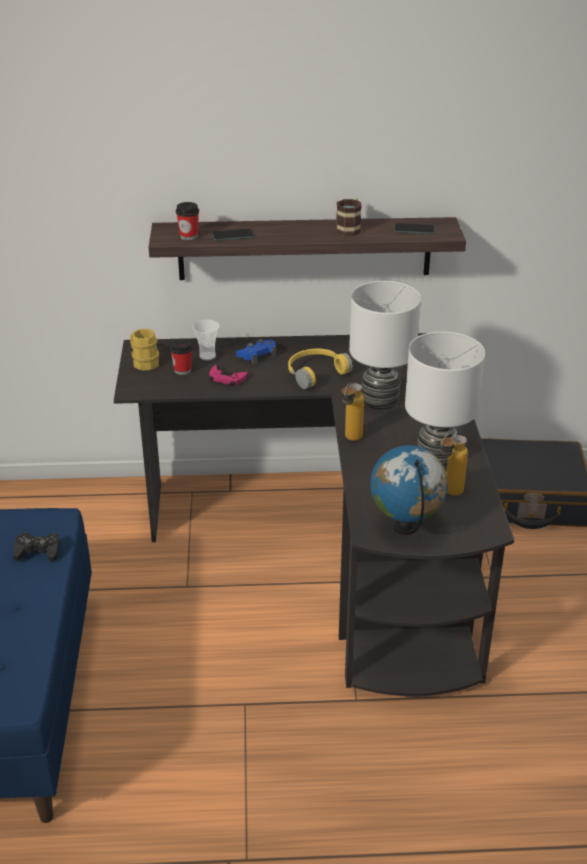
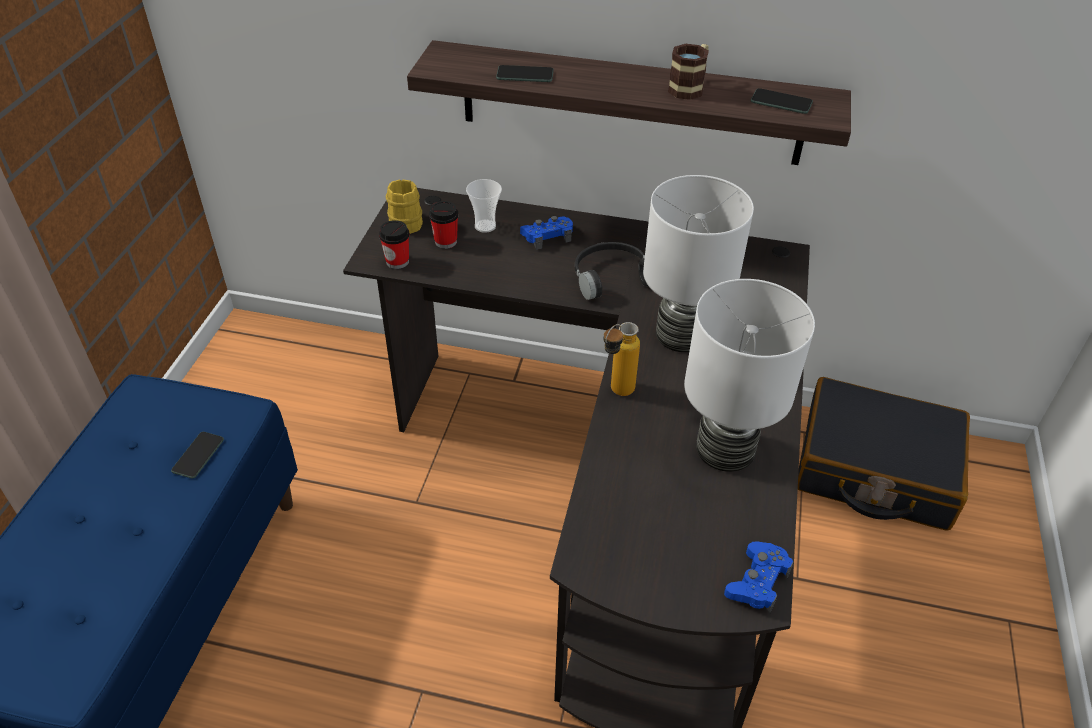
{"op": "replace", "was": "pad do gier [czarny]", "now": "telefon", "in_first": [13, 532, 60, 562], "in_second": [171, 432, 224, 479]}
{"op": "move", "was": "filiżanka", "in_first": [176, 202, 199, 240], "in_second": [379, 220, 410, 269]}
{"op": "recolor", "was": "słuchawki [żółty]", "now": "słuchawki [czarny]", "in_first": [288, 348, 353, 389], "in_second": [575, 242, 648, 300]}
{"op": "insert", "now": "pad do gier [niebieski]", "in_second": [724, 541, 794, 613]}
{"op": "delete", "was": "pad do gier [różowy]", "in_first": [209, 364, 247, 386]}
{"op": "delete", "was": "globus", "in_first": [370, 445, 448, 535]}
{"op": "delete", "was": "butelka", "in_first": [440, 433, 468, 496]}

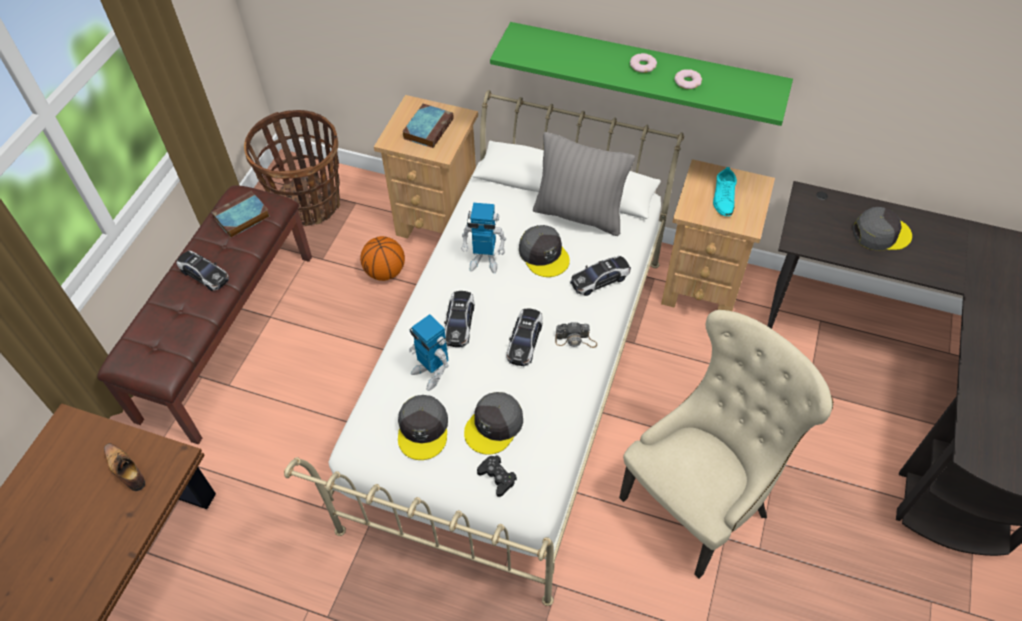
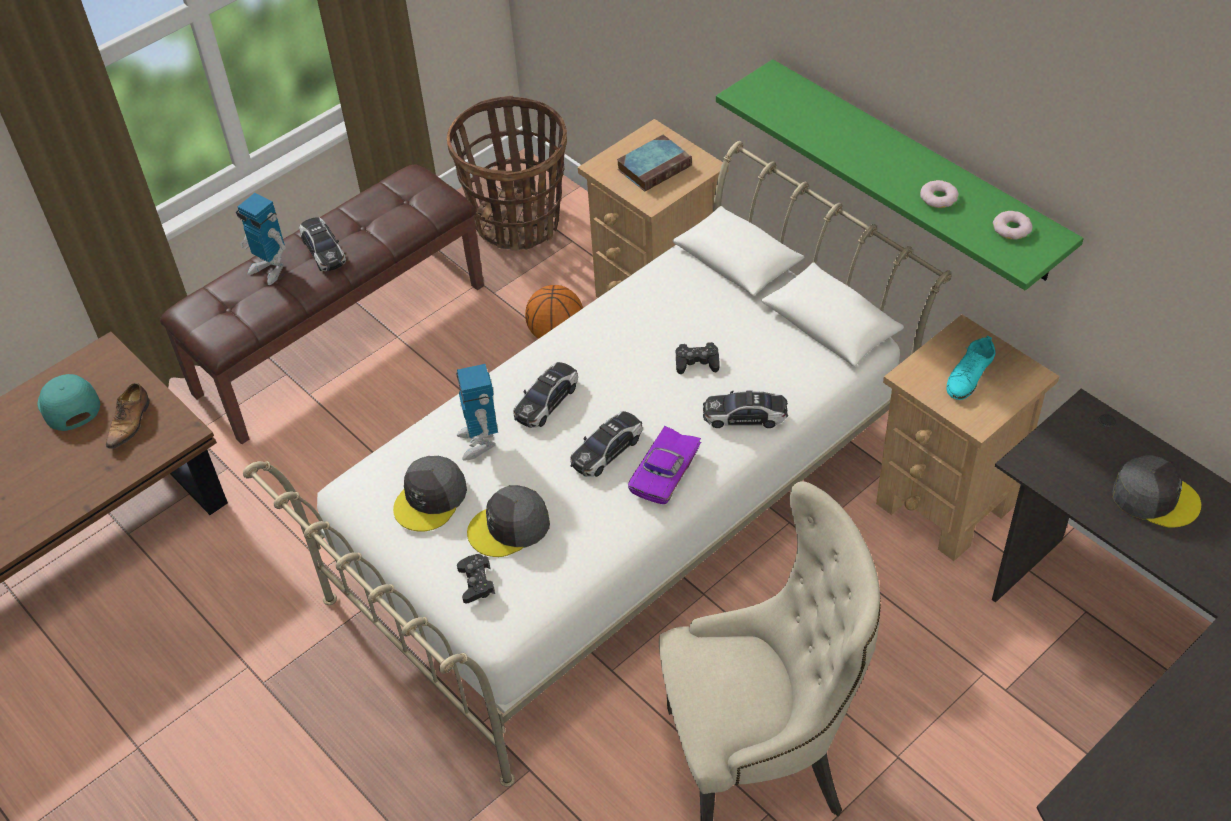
{"op": "insert", "now": "czapka z daszkiem [turkusowy]", "in_second": [38, 374, 100, 431]}
{"op": "rotate", "was": "but", "in_first": [104, 443, 145, 491], "in_second": [106, 383, 150, 449], "clockwise": -150}
{"op": "move", "was": "robot zabawkowy", "in_first": [461, 203, 506, 273], "in_second": [236, 193, 286, 285]}
{"op": "replace", "was": "aparat fotograficzny", "now": "samochodzik [fioletowy]", "in_first": [555, 322, 597, 348], "in_second": [628, 426, 701, 504]}
{"op": "replace", "was": "czapka z daszkiem [szary]", "now": "pad do gier [czarny]", "in_first": [519, 225, 570, 277], "in_second": [676, 342, 720, 374]}
{"op": "move", "was": "donut", "in_first": [630, 53, 657, 73], "in_second": [993, 211, 1032, 240]}
{"op": "delete", "was": "książka", "in_first": [211, 191, 270, 238]}
{"op": "delete", "was": "poduszka [szary]", "in_first": [533, 132, 635, 236]}

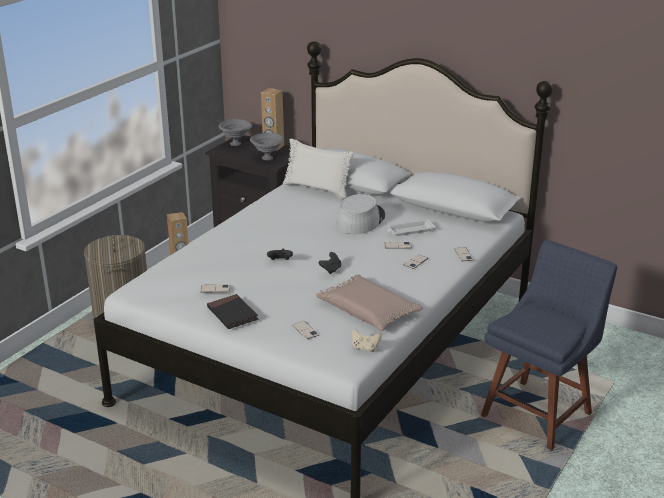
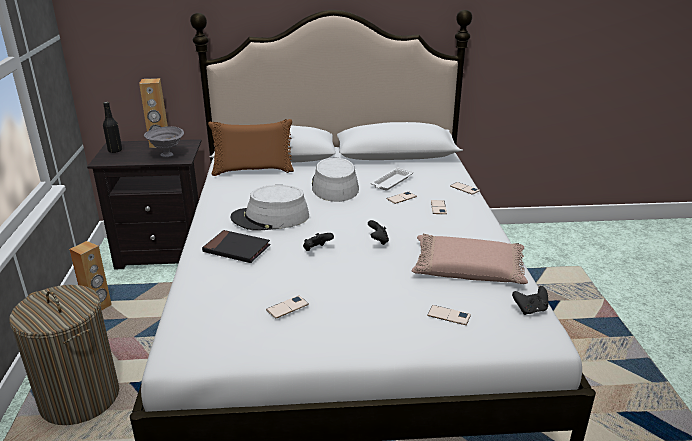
{"op": "replace", "was": "miska [szary]", "now": "butelka [czarny]", "in_first": [219, 119, 252, 146], "in_second": [103, 102, 122, 153]}
{"op": "move", "was": "książka [czarny]", "in_first": [207, 294, 258, 329], "in_second": [202, 230, 271, 263]}
{"op": "recolor", "was": "poduszka [biały]", "now": "poduszka [brązowy]", "in_first": [283, 138, 354, 199], "in_second": [208, 119, 294, 176]}
{"op": "insert", "now": "kapelusz [szary]", "in_second": [230, 185, 309, 231]}
{"op": "recolor", "was": "pad do gier [beżowy]", "now": "pad do gier [czarny]", "in_first": [352, 329, 381, 352], "in_second": [512, 286, 548, 315]}
{"op": "delete", "was": "krzesło [niebieski]", "in_first": [481, 240, 617, 451]}

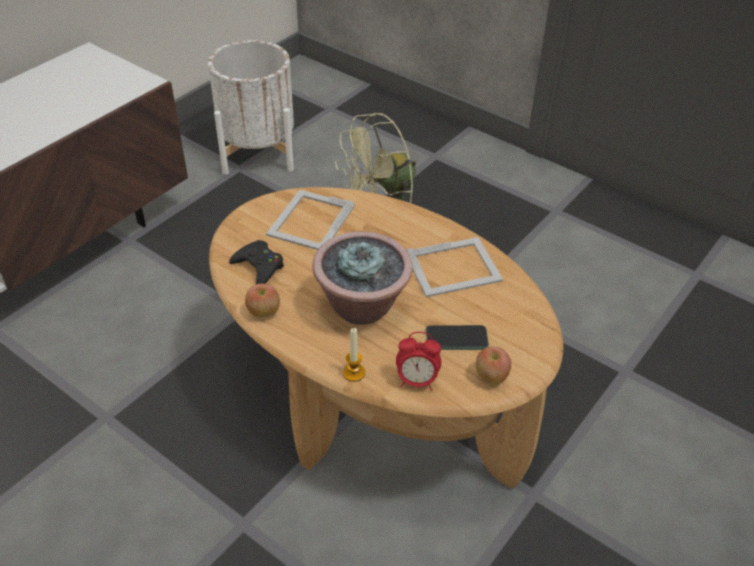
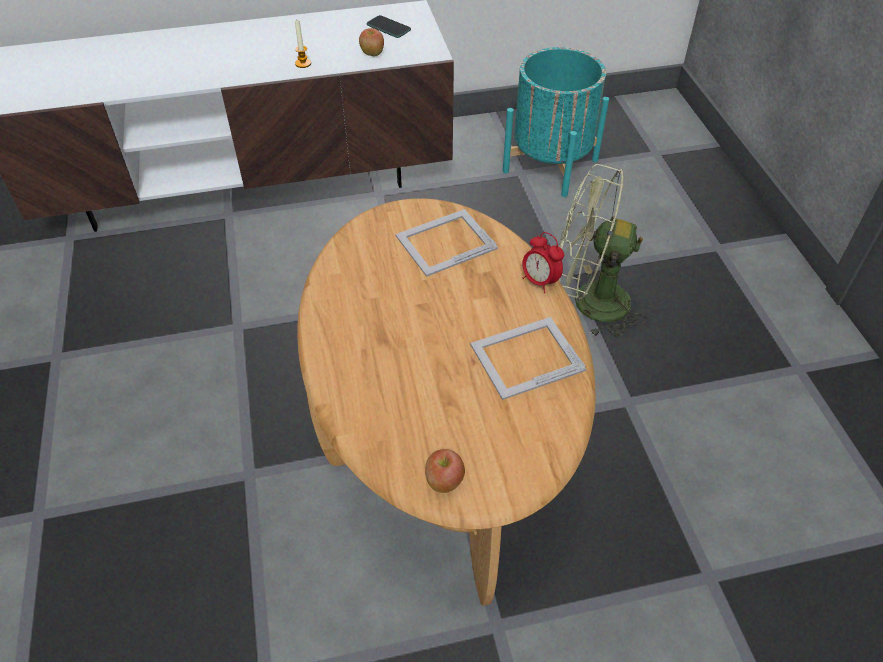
{"op": "move", "was": "świeca", "in_first": [343, 328, 365, 382], "in_second": [295, 20, 311, 68]}
{"op": "move", "was": "jabłko", "in_first": [245, 284, 280, 318], "in_second": [359, 28, 384, 56]}
{"op": "move", "was": "telefon", "in_first": [426, 325, 489, 350], "in_second": [367, 15, 411, 38]}
{"op": "rotate", "was": "ramka na zdjęcie", "in_first": [406, 237, 503, 297], "in_second": [470, 317, 586, 400], "clockwise": 135}
{"op": "recolor", "was": "donica [biały]", "now": "donica [turkusowy]", "in_first": [208, 40, 294, 175], "in_second": [503, 47, 609, 197]}
{"op": "move", "was": "budzik", "in_first": [396, 332, 441, 391], "in_second": [522, 232, 564, 293]}
{"op": "delete", "was": "pad do gier [czarny]", "in_first": [229, 240, 284, 284]}
{"op": "delete", "was": "roślina doniczkowa", "in_first": [312, 231, 413, 325]}

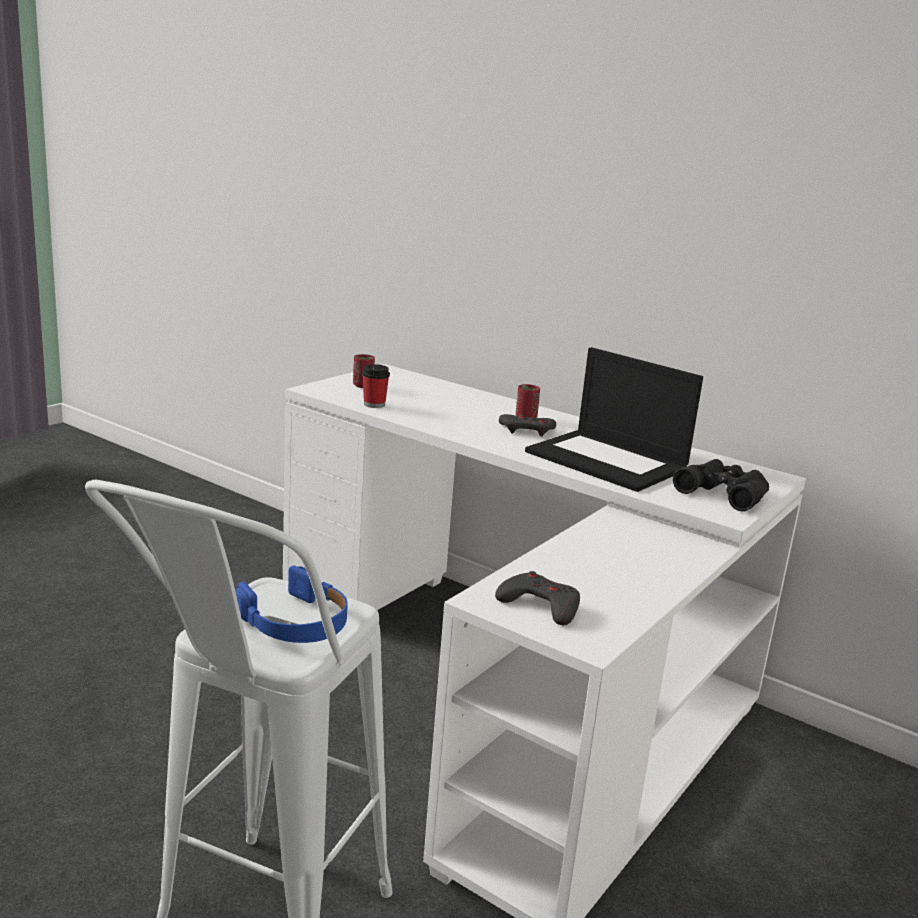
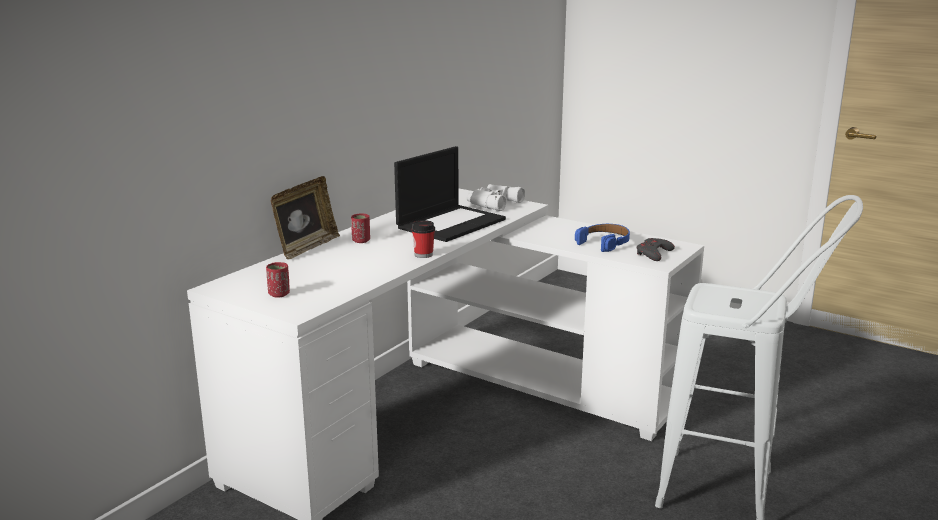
{"op": "insert", "now": "ramka na zdjęcie", "in_second": [271, 176, 340, 259]}
{"op": "move", "was": "filiżanka", "in_first": [362, 364, 390, 408], "in_second": [412, 220, 435, 258]}
{"op": "recolor", "was": "lornetka [czarny]", "now": "lornetka [biały]", "in_first": [673, 459, 769, 512], "in_second": [466, 184, 525, 211]}
{"op": "move", "was": "słuchawki [niebieski]", "in_first": [235, 565, 348, 643], "in_second": [575, 224, 630, 252]}
{"op": "delete", "was": "pad do gier [szary]", "in_first": [499, 414, 556, 437]}

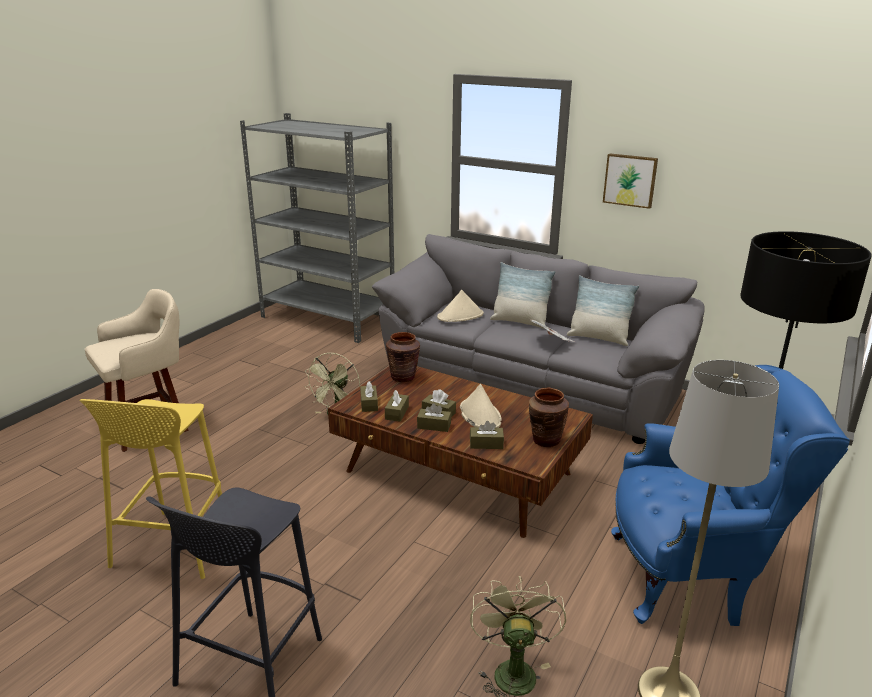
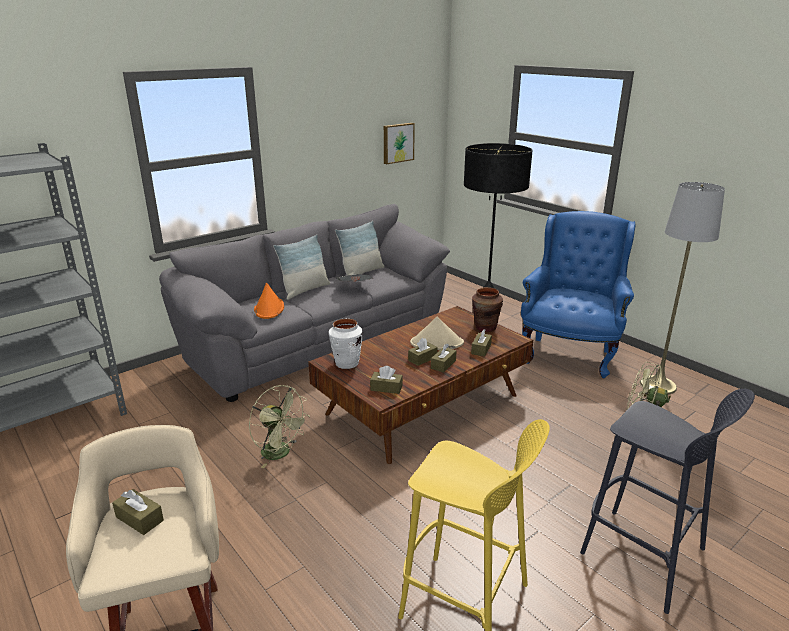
{"op": "move", "was": "pudełko chusteczek [brązowy]", "in_first": [385, 390, 409, 422], "in_second": [112, 489, 164, 535]}
{"op": "recolor", "was": "kapelusz [beżowy]", "now": "kapelusz [pomarańczowy]", "in_first": [437, 290, 484, 322], "in_second": [254, 283, 284, 319]}
{"op": "recolor", "was": "wazon [brązowy]", "now": "wazon [biały]", "in_first": [386, 332, 420, 382], "in_second": [329, 318, 363, 369]}
{"op": "move", "was": "obraz", "in_first": [603, 153, 658, 209], "in_second": [384, 123, 415, 164]}

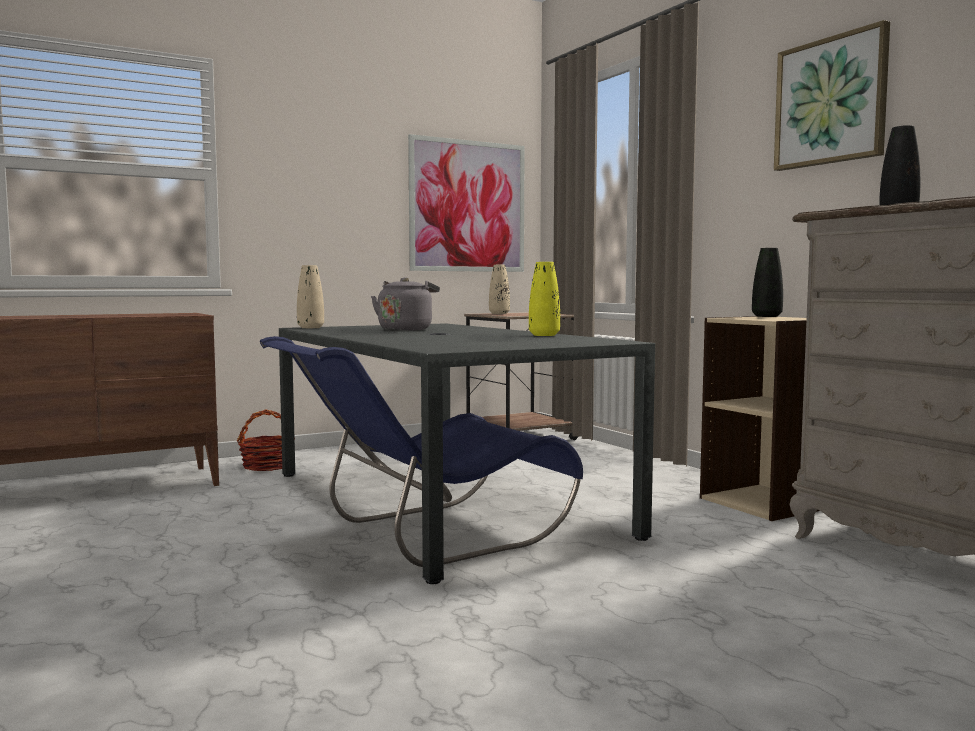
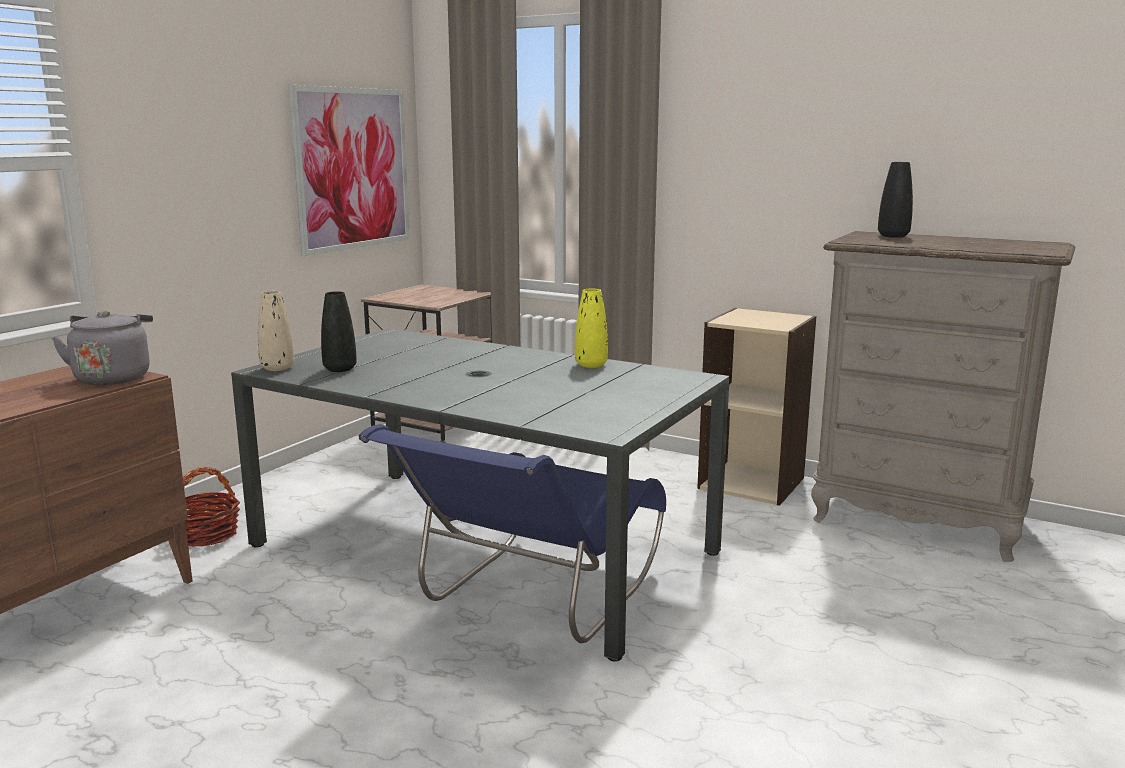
{"op": "move", "was": "czajnik [szary]", "in_first": [371, 277, 440, 331], "in_second": [51, 311, 153, 385]}
{"op": "move", "was": "wazon [czarny]", "in_first": [752, 248, 783, 317], "in_second": [321, 291, 357, 372]}
{"op": "delete", "was": "wazon [beżowy]", "in_first": [489, 265, 510, 314]}
{"op": "delete", "was": "obraz", "in_first": [774, 20, 890, 171]}

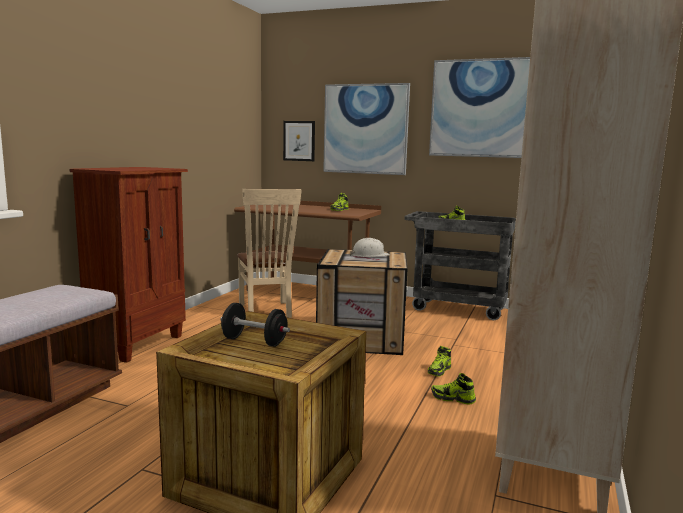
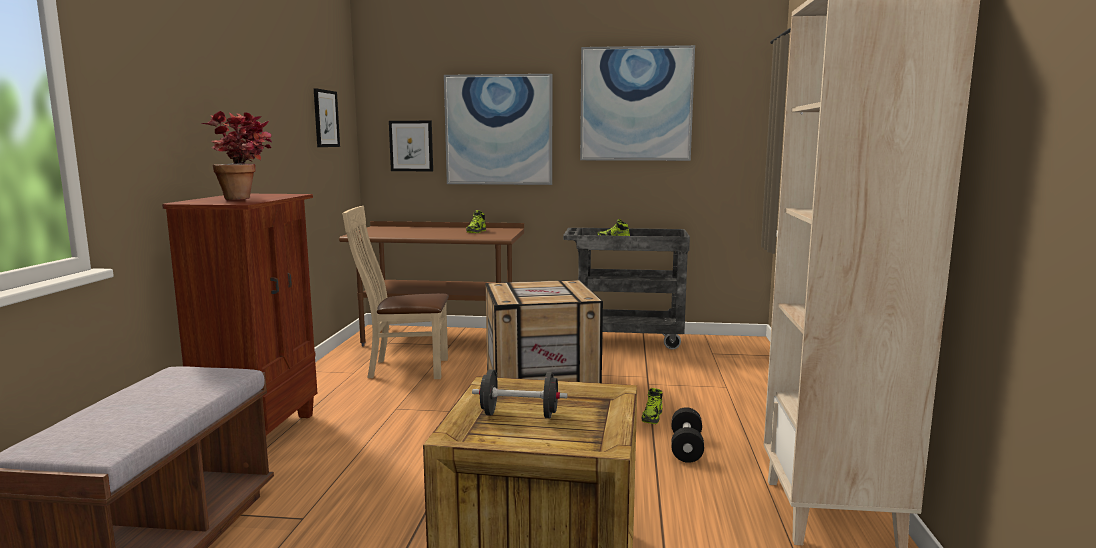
{"op": "insert", "now": "roślina doniczkowa", "in_second": [201, 111, 272, 200]}
{"op": "insert", "now": "obraz", "in_second": [314, 88, 340, 147]}
{"op": "rotate", "was": "krzesło [beżowy]", "in_first": [237, 189, 302, 318], "in_second": [342, 206, 449, 379], "clockwise": 120}
{"op": "replace", "was": "but", "now": "hantel [czarny]", "in_first": [431, 373, 476, 405], "in_second": [671, 407, 704, 463]}
{"op": "delete", "was": "kask [biały]", "in_first": [350, 238, 390, 257]}

